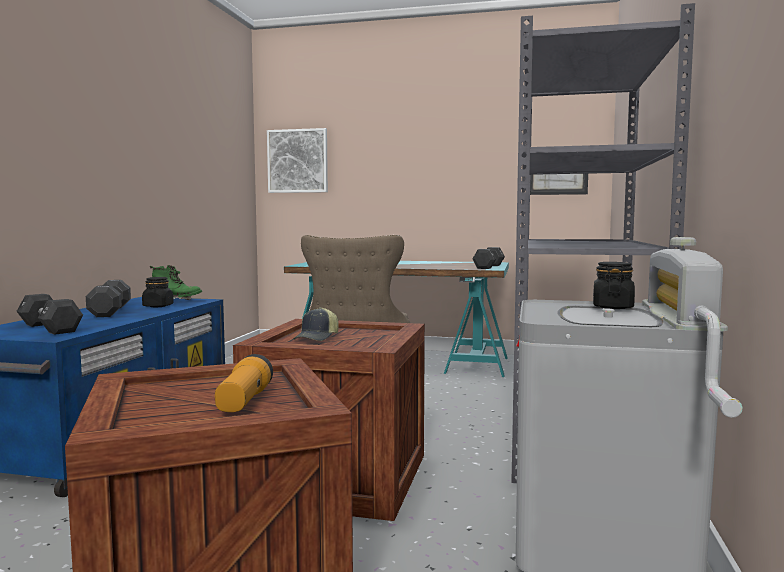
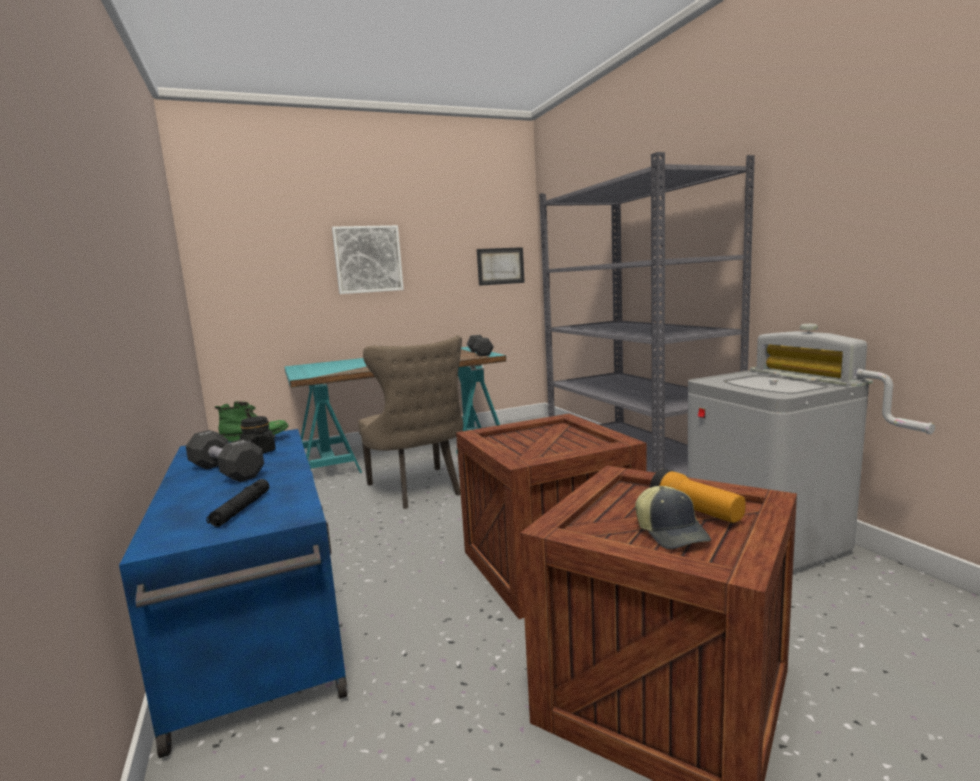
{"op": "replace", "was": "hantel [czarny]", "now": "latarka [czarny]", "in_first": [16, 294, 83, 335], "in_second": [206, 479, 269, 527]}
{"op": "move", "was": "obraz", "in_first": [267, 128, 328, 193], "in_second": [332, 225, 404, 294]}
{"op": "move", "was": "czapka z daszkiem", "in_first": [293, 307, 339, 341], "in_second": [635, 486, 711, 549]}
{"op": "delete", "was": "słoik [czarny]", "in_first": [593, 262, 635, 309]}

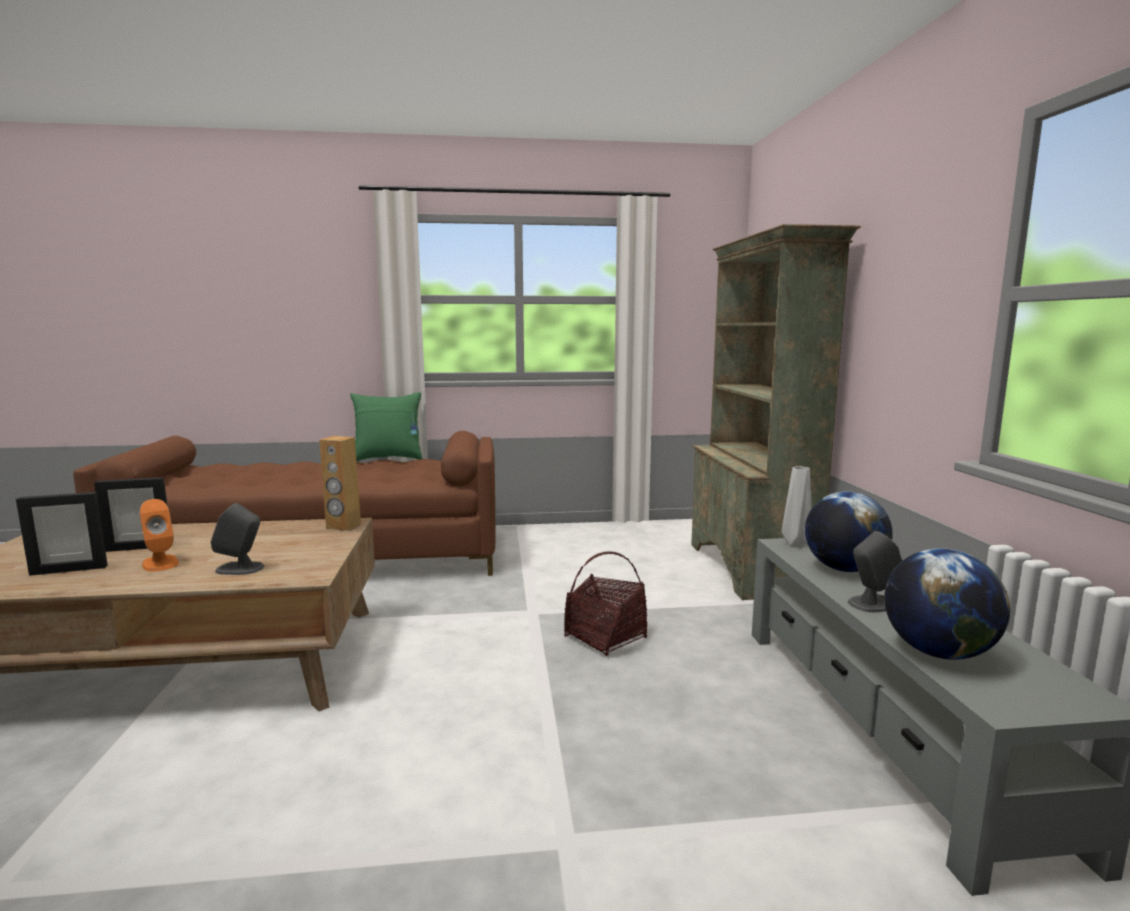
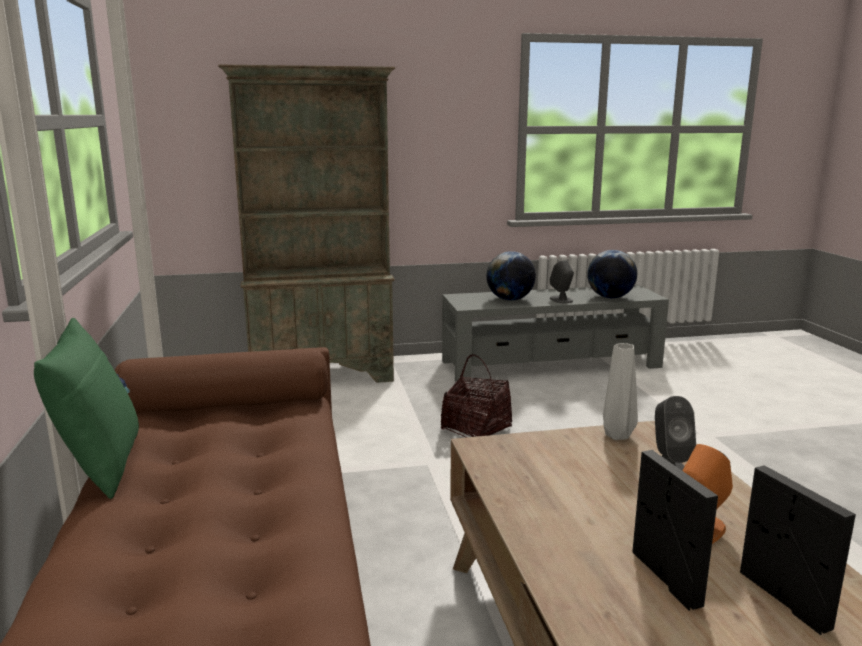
{"op": "move", "was": "wazon [szary]", "in_first": [782, 466, 812, 547], "in_second": [603, 343, 638, 440]}
{"op": "delete", "was": "głośnik [brązowy]", "in_first": [319, 436, 361, 531]}

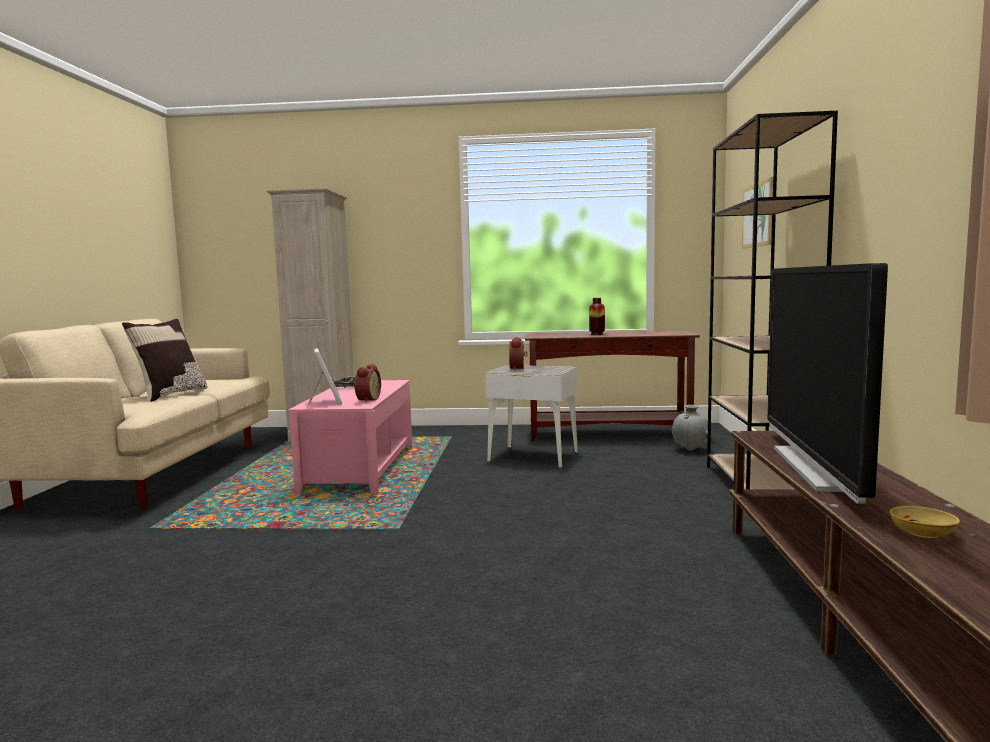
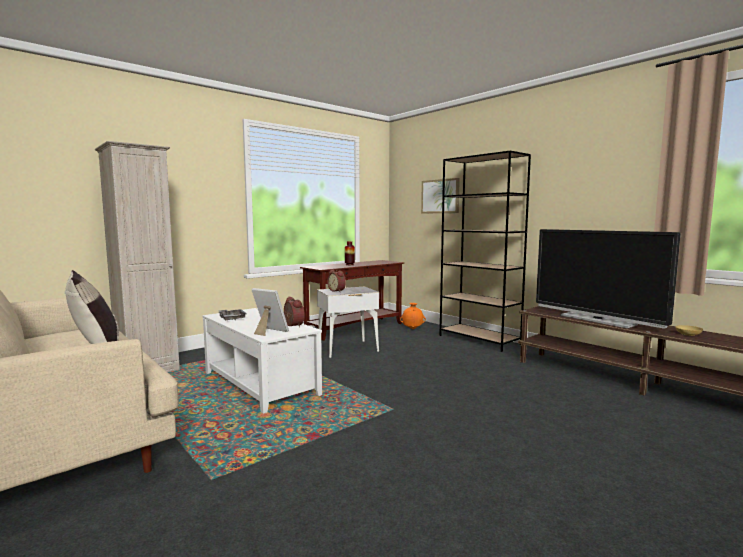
{"op": "recolor", "was": "ława [różowy]", "now": "ława [biały]", "in_first": [288, 380, 412, 494], "in_second": [202, 308, 322, 414]}
{"op": "recolor", "was": "wazon [szary]", "now": "wazon [pomarańczowy]", "in_first": [671, 405, 708, 451], "in_second": [400, 303, 426, 329]}

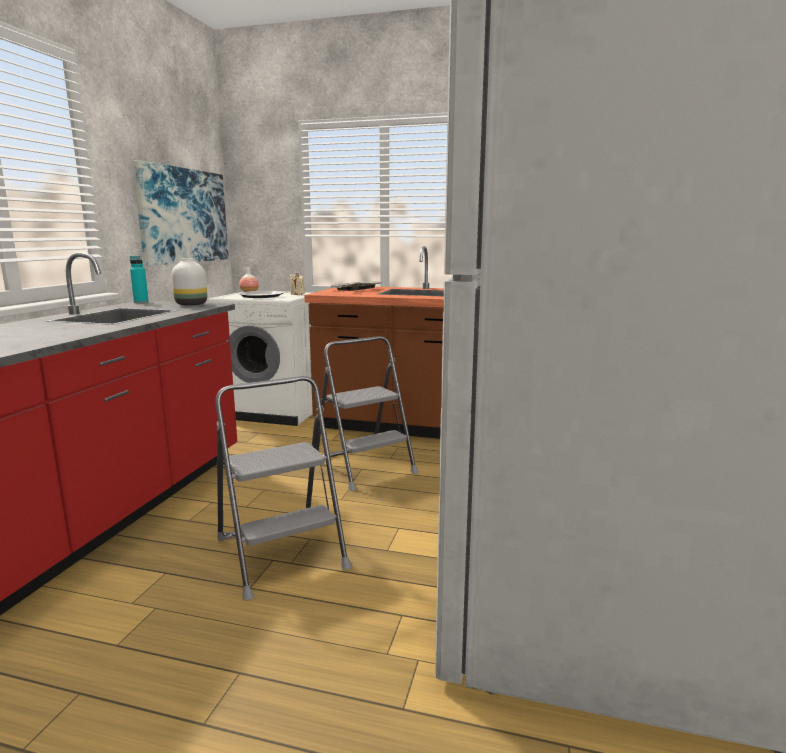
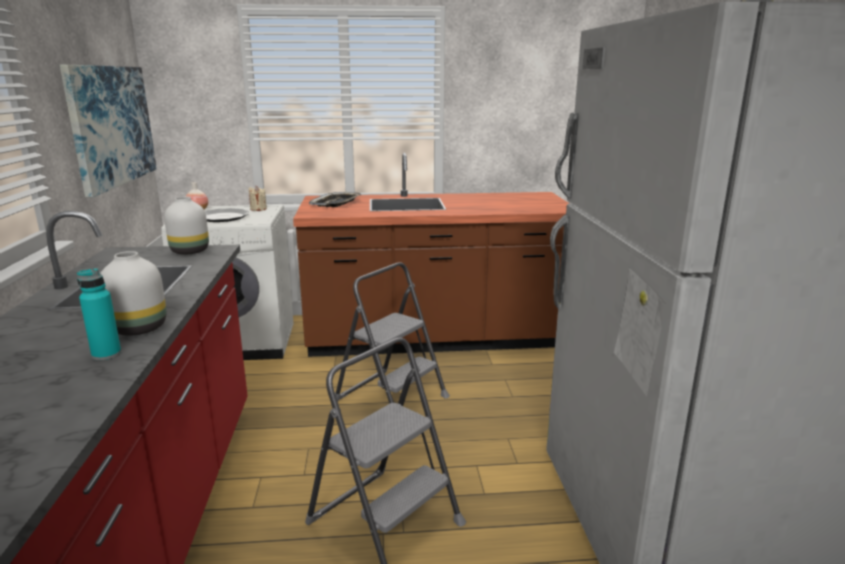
{"op": "move", "was": "butelka [turkusowy]", "in_first": [130, 256, 149, 303], "in_second": [77, 268, 121, 360]}
{"op": "insert", "now": "wazon [biały]", "in_second": [101, 251, 166, 336]}

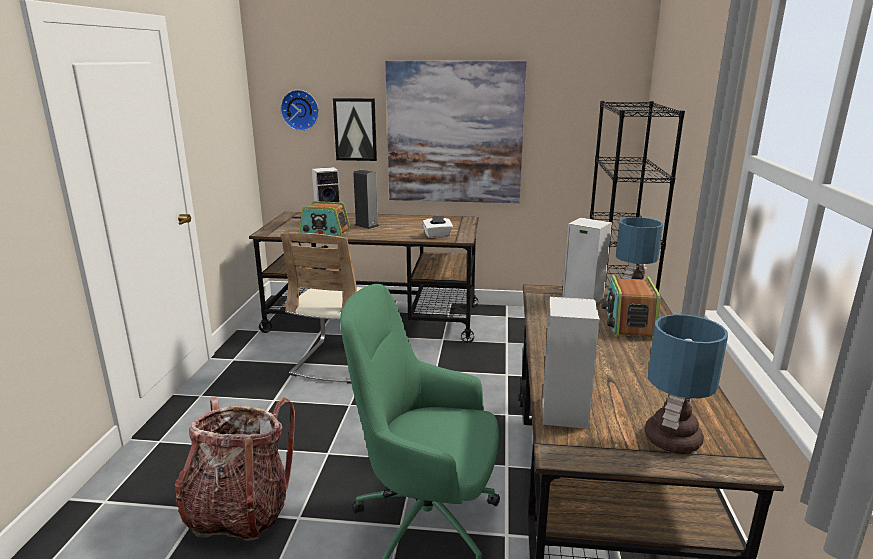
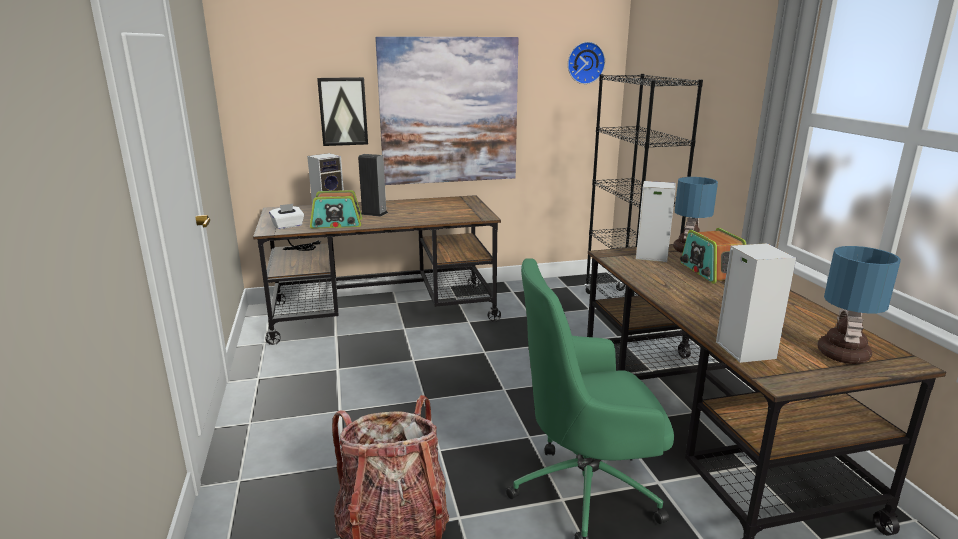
{"op": "move", "was": "pudełko chusteczek [biały]", "in_first": [423, 215, 453, 238], "in_second": [269, 204, 304, 229]}
{"op": "move", "was": "zegar ścienny", "in_first": [280, 90, 319, 131], "in_second": [568, 42, 605, 84]}
{"op": "delete", "was": "krzesło [beżowy]", "in_first": [281, 233, 363, 384]}

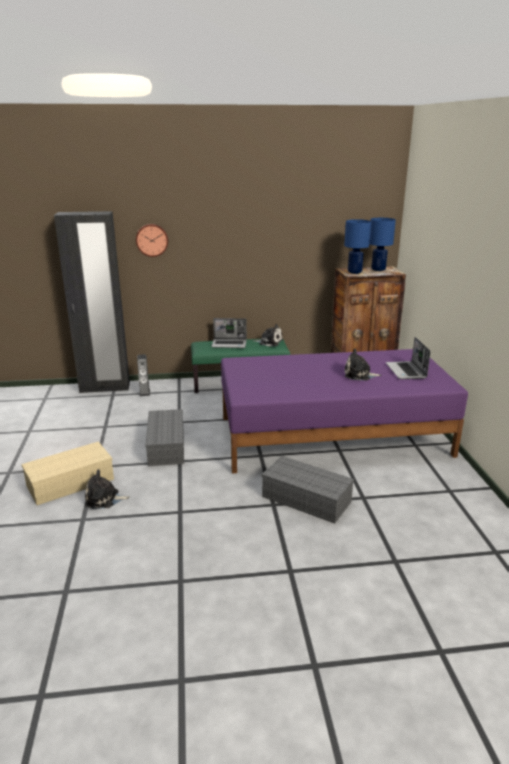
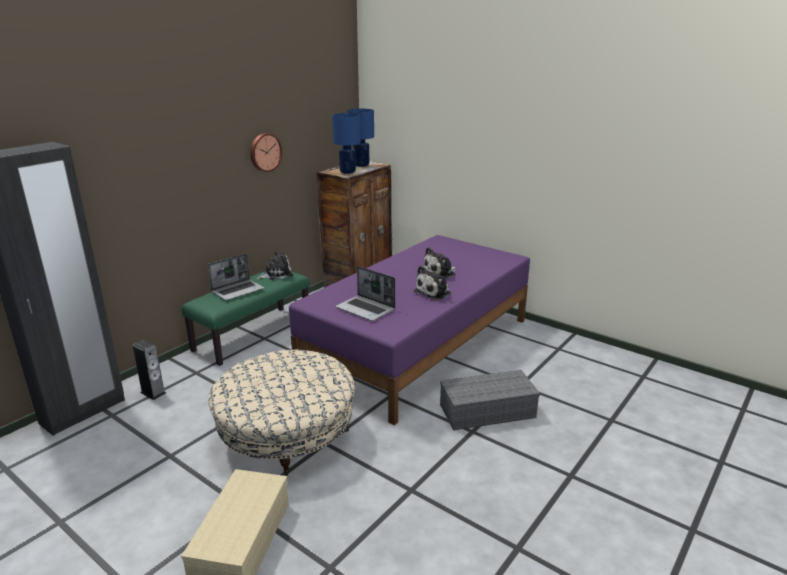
{"op": "replace", "was": "pojemnik do przechowywania [szary]", "now": "pufa [beżowy]", "in_first": [145, 409, 184, 466], "in_second": [208, 350, 355, 476]}
{"op": "move", "was": "zegar ścienny", "in_first": [136, 224, 168, 257], "in_second": [250, 133, 282, 172]}
{"op": "move", "was": "laptop", "in_first": [386, 337, 431, 379], "in_second": [336, 266, 395, 321]}
{"op": "move", "was": "pluszak", "in_first": [85, 469, 130, 509], "in_second": [414, 266, 451, 300]}

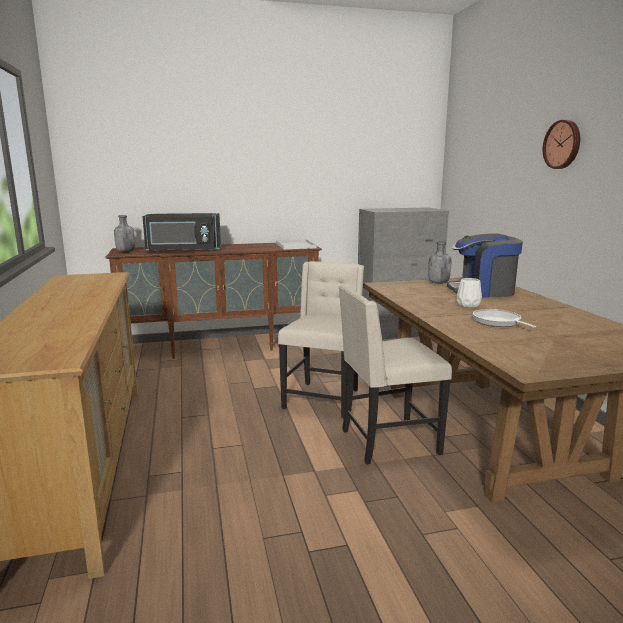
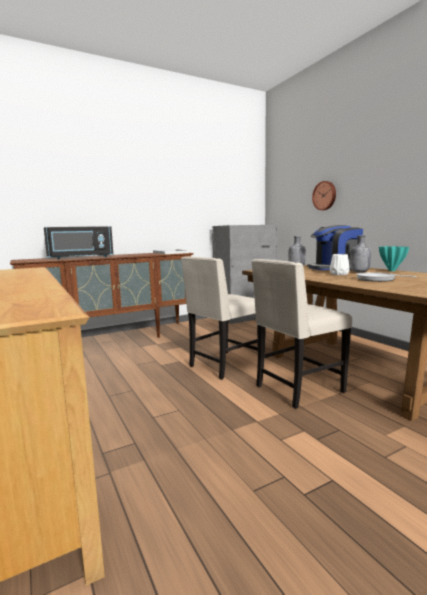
{"op": "rotate", "was": "krzesło [beżowy]", "in_first": [278, 261, 364, 418], "in_second": [181, 256, 258, 380], "clockwise": -135}
{"op": "move", "was": "zegar ścienny", "in_first": [543, 120, 580, 169], "in_second": [312, 181, 336, 210]}
{"op": "move", "was": "butelka [szary]", "in_first": [114, 215, 135, 252], "in_second": [350, 235, 371, 273]}
{"op": "insert", "now": "wazon [turkusowy]", "in_second": [379, 246, 409, 271]}

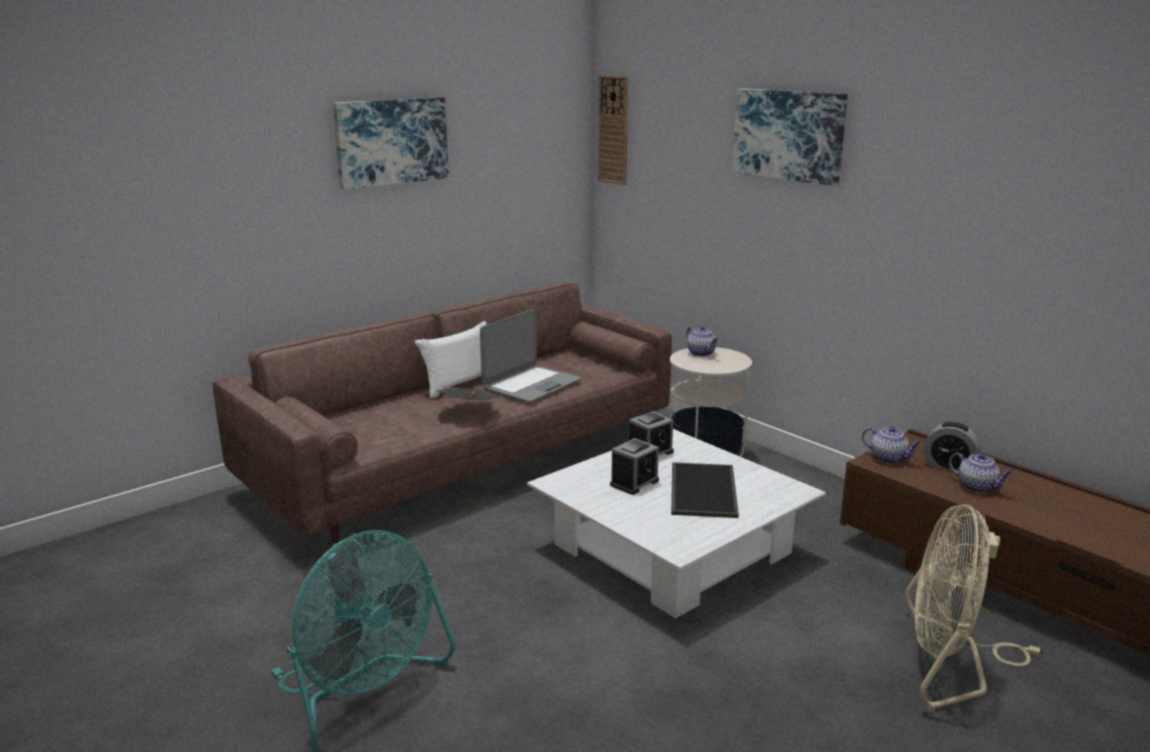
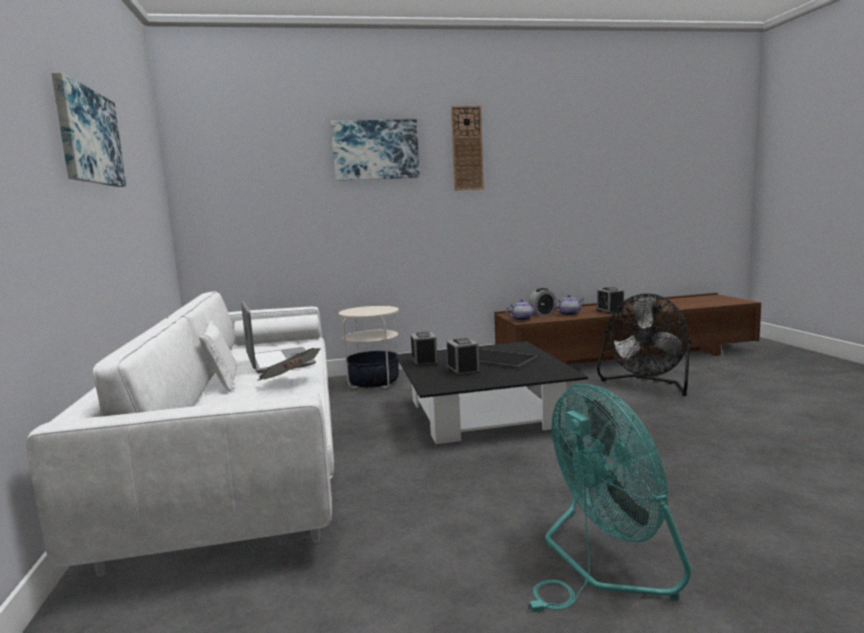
{"op": "recolor", "was": "kanapa [brązowy]", "now": "kanapa [biały]", "in_first": [213, 282, 672, 548], "in_second": [27, 291, 334, 577]}
{"op": "recolor", "was": "ława [biały]", "now": "ława [czarny]", "in_first": [527, 429, 826, 618], "in_second": [395, 341, 588, 444]}
{"op": "move", "was": "zegar ścienny", "in_first": [598, 75, 628, 185], "in_second": [451, 106, 484, 190]}
{"op": "insert", "now": "budzik", "in_second": [596, 287, 625, 314]}
{"op": "recolor", "was": "wentylator [beżowy]", "now": "wentylator [czarny]", "in_first": [906, 504, 1043, 712], "in_second": [597, 294, 692, 396]}
{"op": "delete", "was": "imbryk", "in_first": [686, 326, 718, 356]}

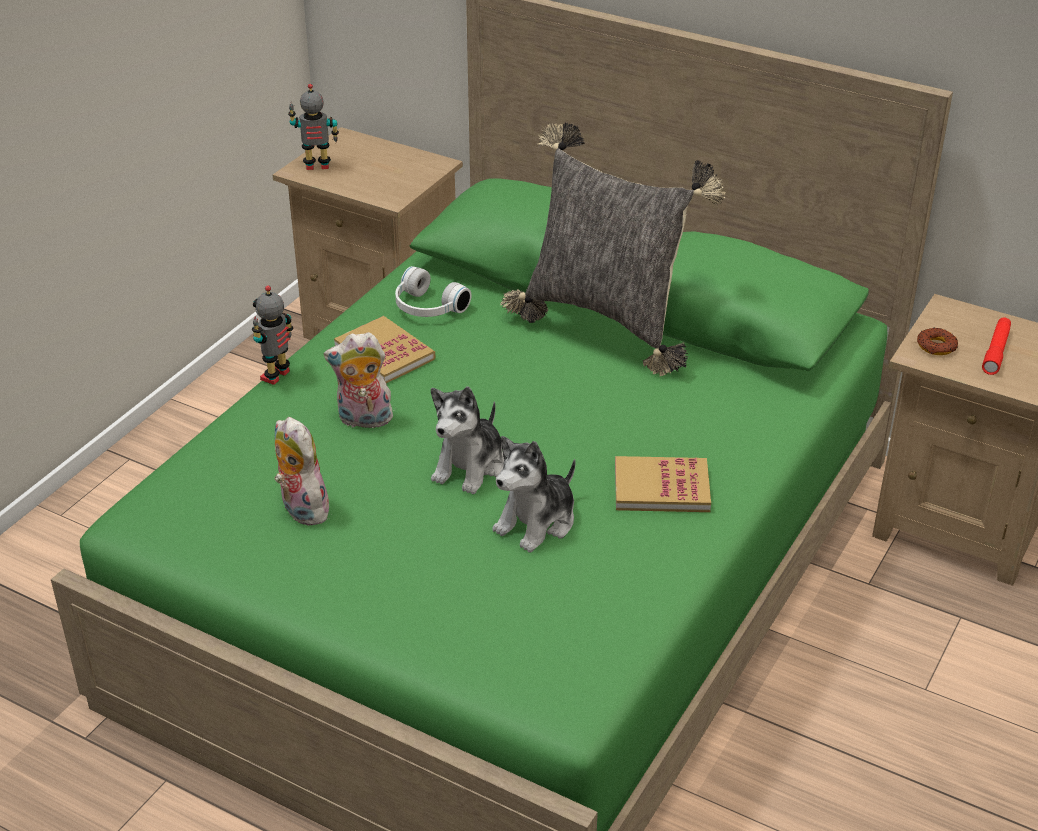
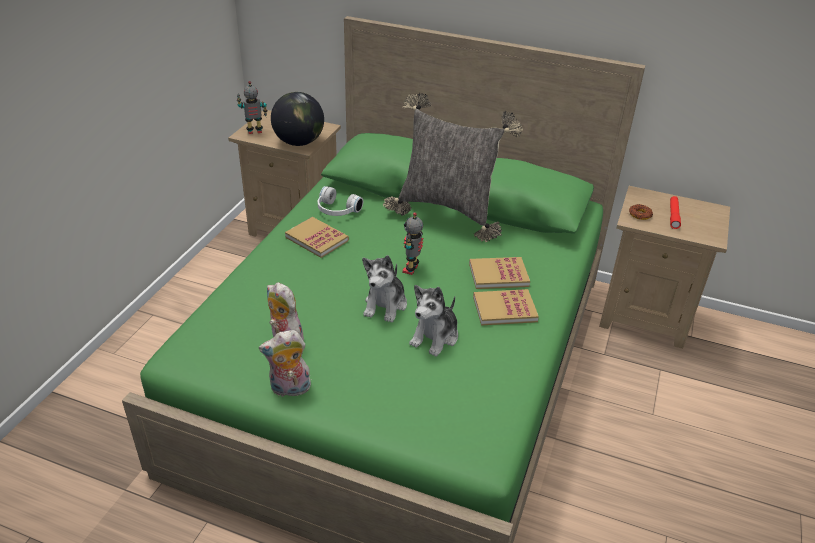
{"op": "move", "was": "pluszak", "in_first": [324, 332, 394, 428], "in_second": [259, 330, 311, 397]}
{"op": "insert", "now": "globus", "in_second": [271, 92, 324, 146]}
{"op": "move", "was": "robot zabawkowy", "in_first": [252, 285, 293, 385], "in_second": [402, 212, 423, 275]}
{"op": "insert", "now": "książka", "in_second": [469, 257, 530, 289]}

